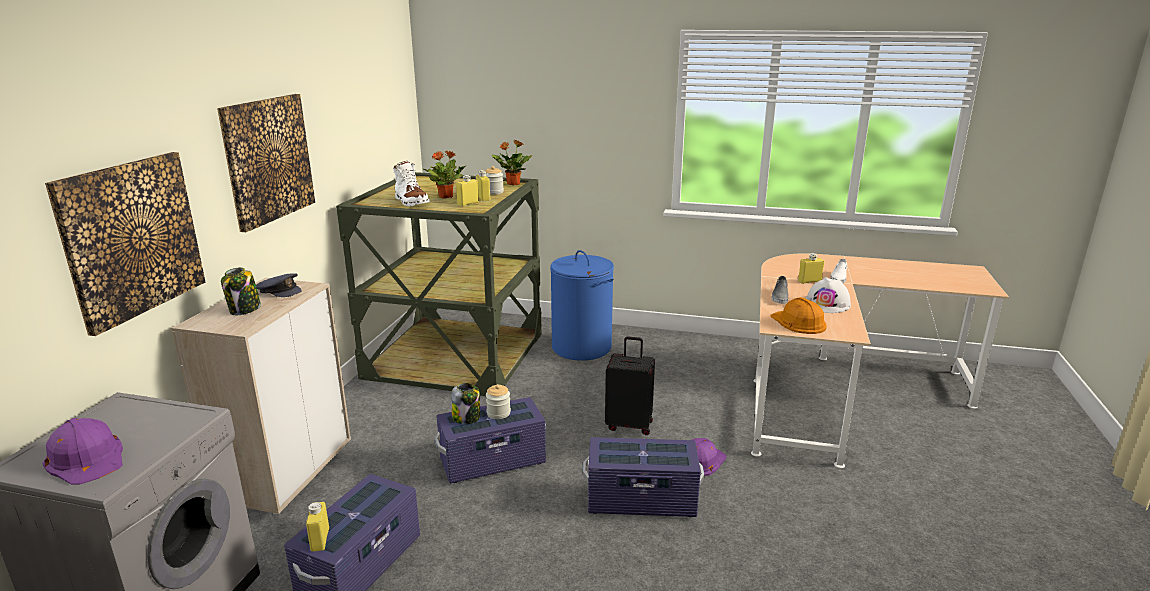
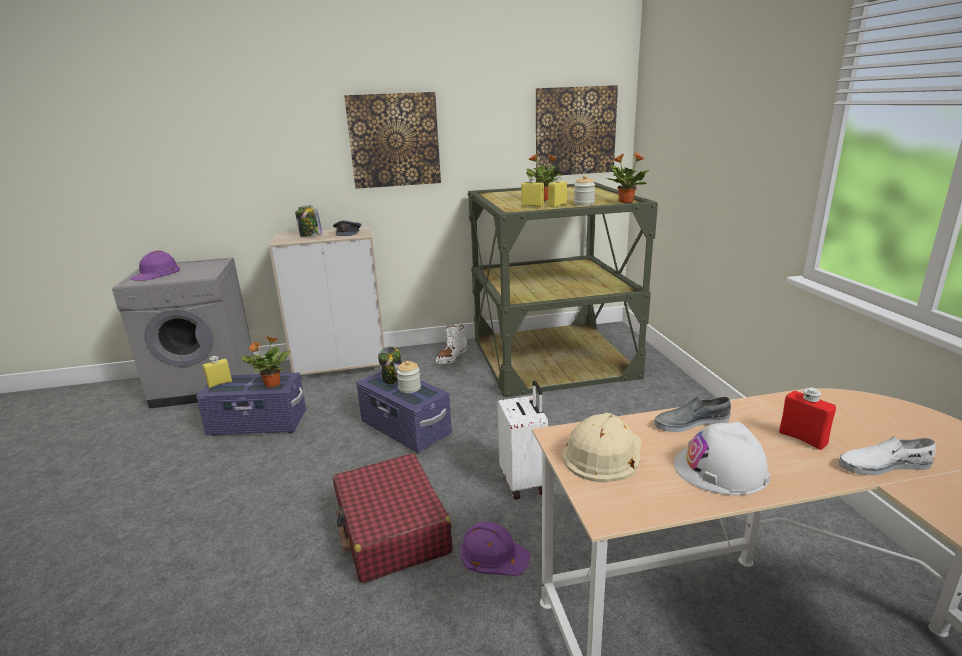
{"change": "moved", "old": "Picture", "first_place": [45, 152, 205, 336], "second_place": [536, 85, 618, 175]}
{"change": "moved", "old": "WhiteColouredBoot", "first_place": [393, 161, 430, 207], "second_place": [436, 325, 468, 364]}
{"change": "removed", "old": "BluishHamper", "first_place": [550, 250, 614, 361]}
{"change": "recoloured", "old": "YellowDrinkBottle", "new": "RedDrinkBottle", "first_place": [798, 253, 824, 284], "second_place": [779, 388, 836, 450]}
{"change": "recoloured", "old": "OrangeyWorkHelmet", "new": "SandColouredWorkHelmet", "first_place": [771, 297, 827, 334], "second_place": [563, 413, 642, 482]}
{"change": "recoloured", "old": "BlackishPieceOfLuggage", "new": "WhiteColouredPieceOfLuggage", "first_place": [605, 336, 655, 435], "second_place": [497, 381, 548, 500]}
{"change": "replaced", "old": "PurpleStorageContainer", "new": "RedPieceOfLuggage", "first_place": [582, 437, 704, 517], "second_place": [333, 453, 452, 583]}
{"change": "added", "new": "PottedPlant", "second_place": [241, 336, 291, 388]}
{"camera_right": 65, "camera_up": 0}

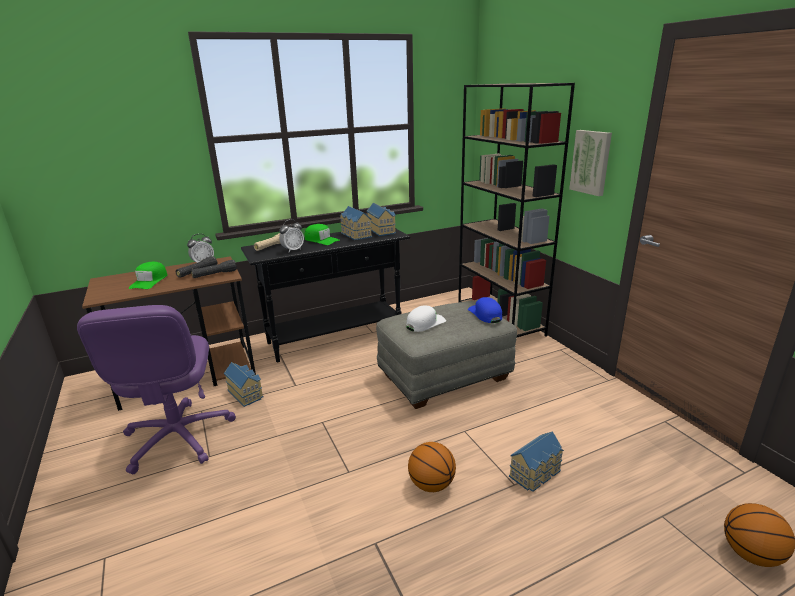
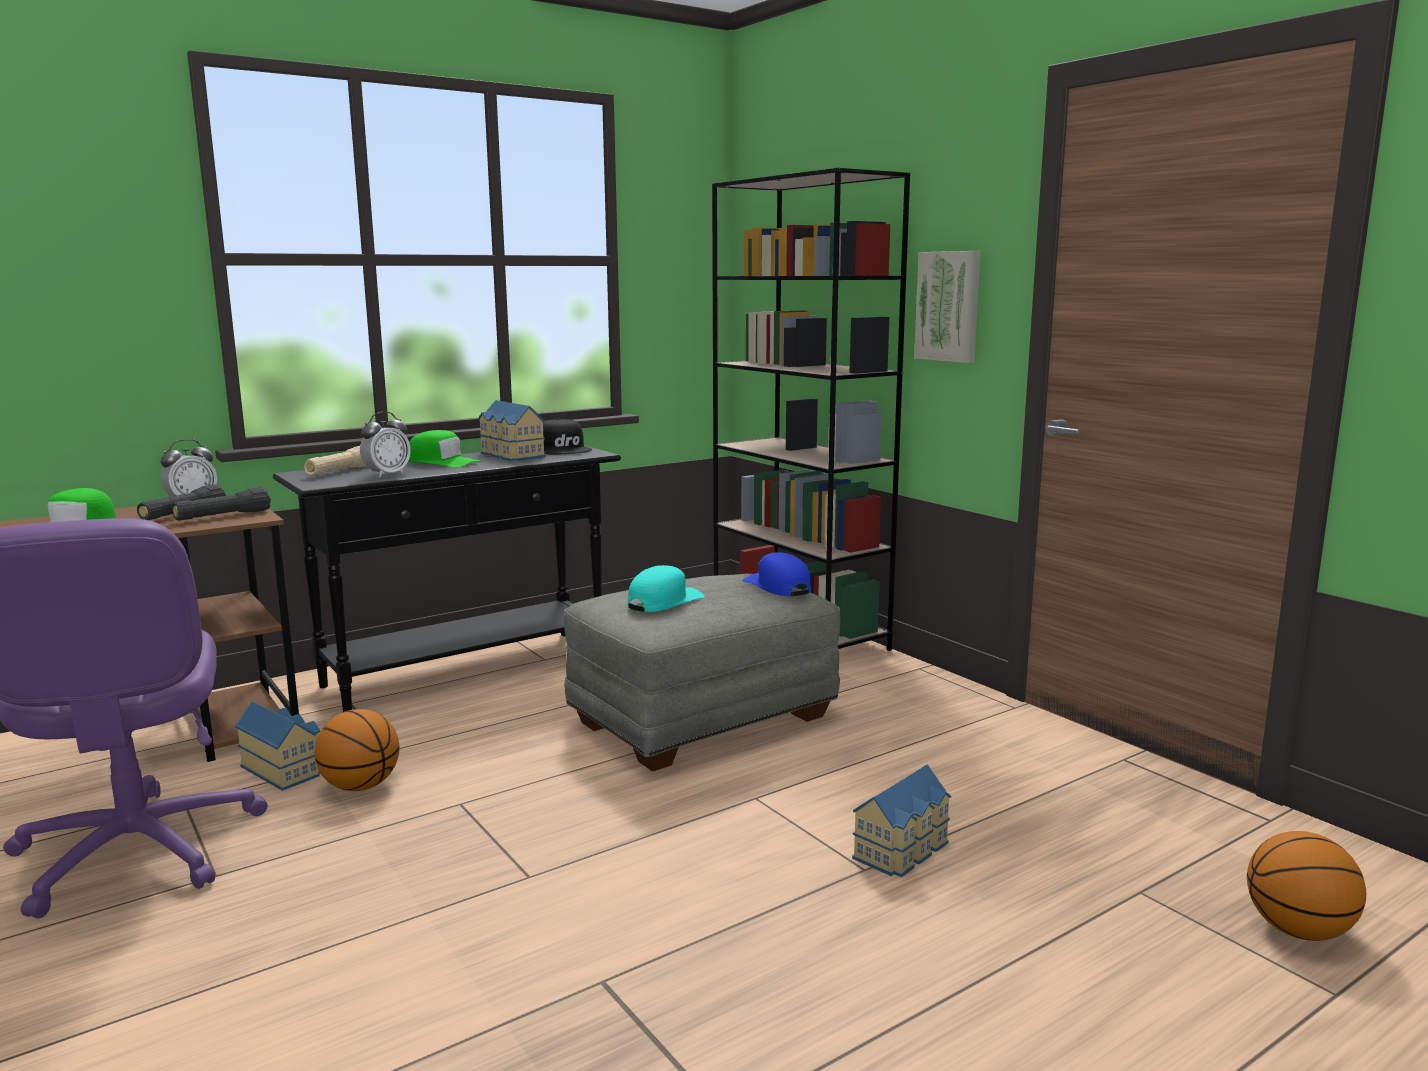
{"change": "replaced", "old": "ModelHouse", "new": "BlackishPeakedCap", "first_place": [367, 203, 396, 236], "second_place": [543, 419, 592, 455]}
{"change": "recoloured", "old": "WhiteColouredPeakedCap", "new": "TurquoiseColouredPeakedCap", "first_place": [406, 305, 446, 332], "second_place": [628, 565, 705, 612]}
{"change": "moved", "old": "BasketballBall", "first_place": [408, 442, 456, 492], "second_place": [315, 709, 400, 791]}
{"camera_right": -10, "camera_up": -10}

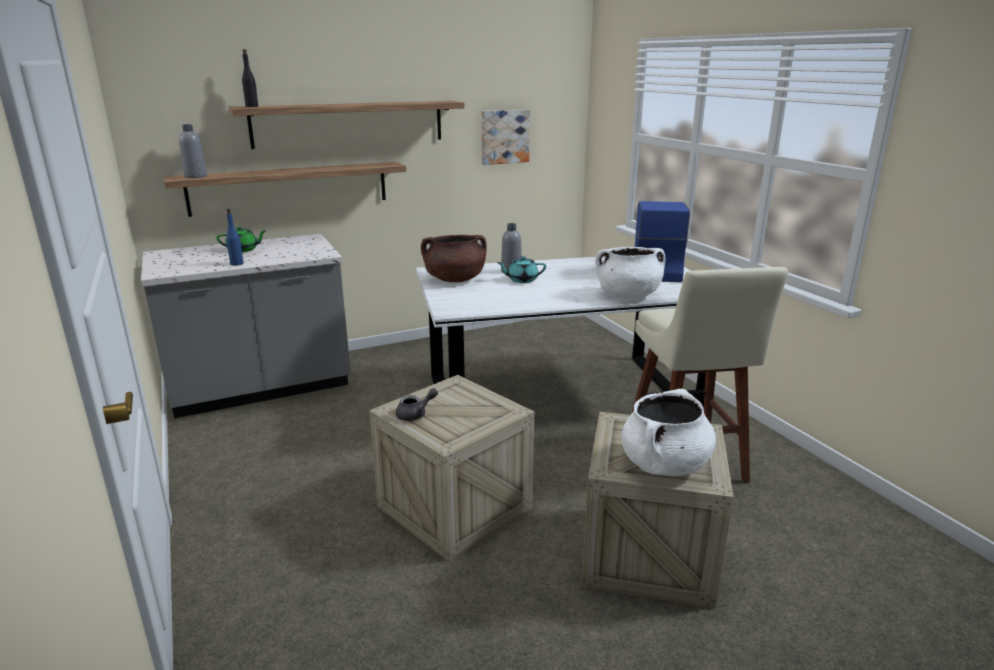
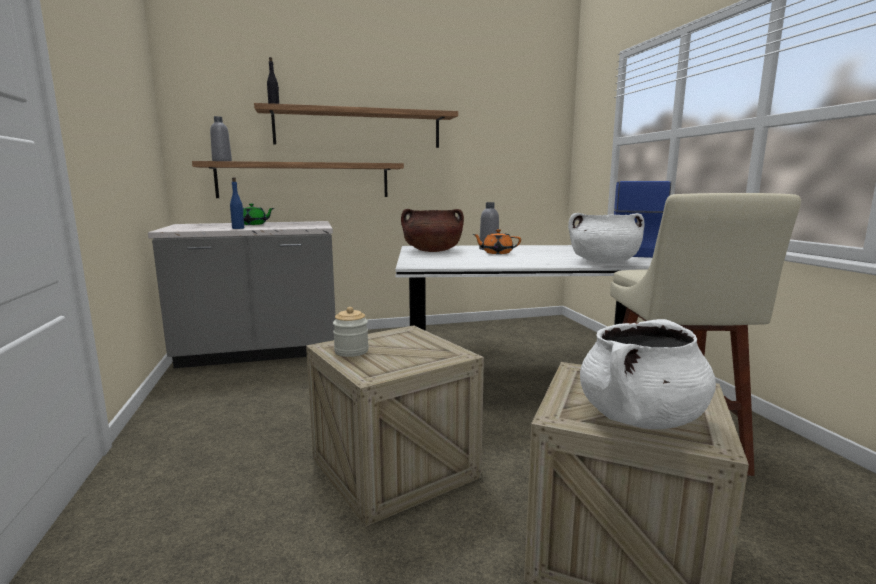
{"change": "removed", "old": "Picture", "first_place": [482, 109, 530, 165]}
{"change": "recoloured", "old": "TurquoiseColouredPotForTea", "new": "OrangeyPotForTea", "first_place": [497, 256, 546, 283], "second_place": [472, 229, 521, 254]}
{"change": "replaced", "old": "GreyishPotForTea", "new": "Jar", "first_place": [396, 388, 438, 421], "second_place": [333, 307, 369, 357]}
{"camera_right": 10, "camera_up": -10}

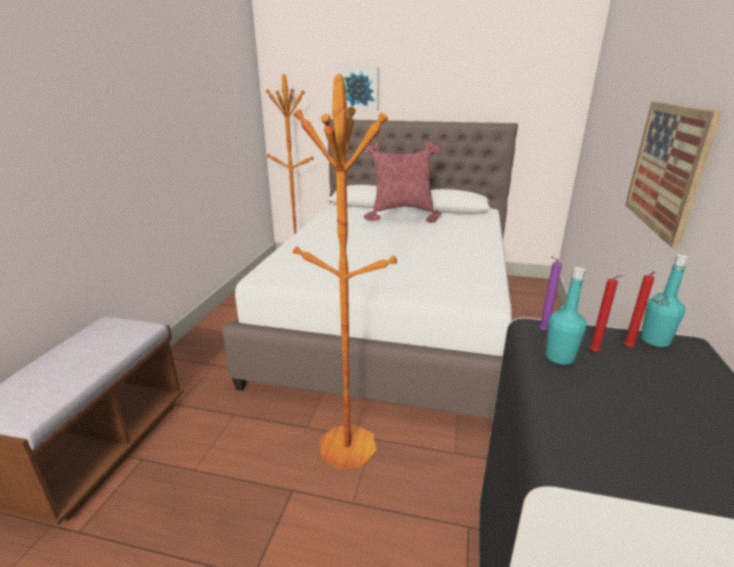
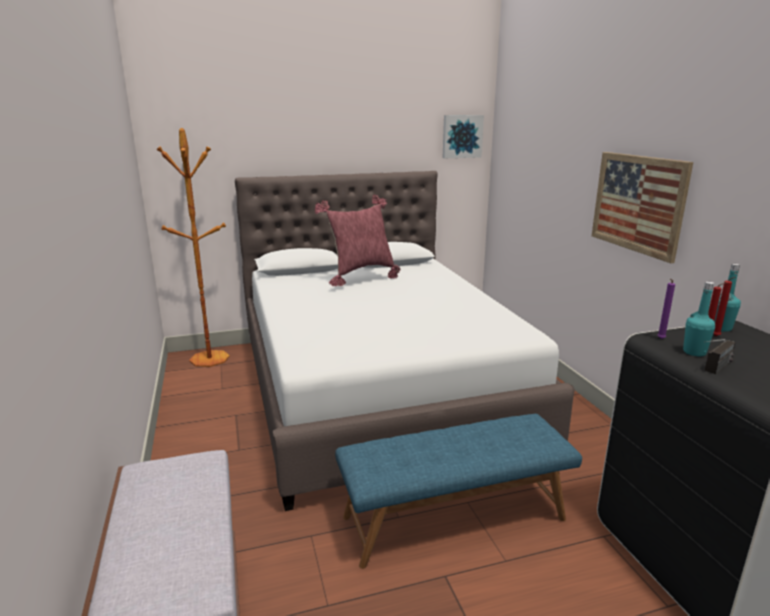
{"change": "moved", "old": "Picture", "first_place": [339, 67, 379, 111], "second_place": [443, 115, 484, 158]}
{"change": "replaced", "old": "OrangeyClothesRack", "new": "BluishBench", "first_place": [293, 74, 397, 470], "second_place": [335, 414, 582, 569]}
{"change": "added", "new": "RadioReceiver", "second_place": [704, 339, 736, 374]}
{"camera_right": -30, "camera_up": -5}

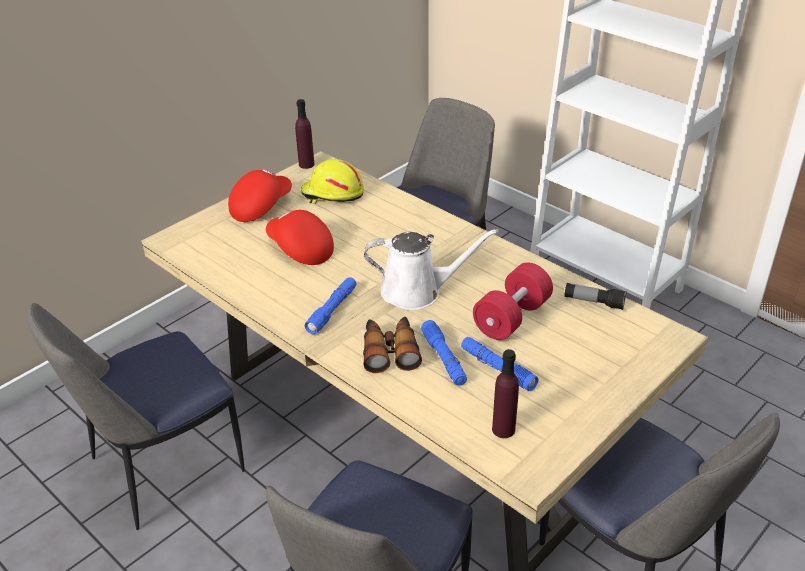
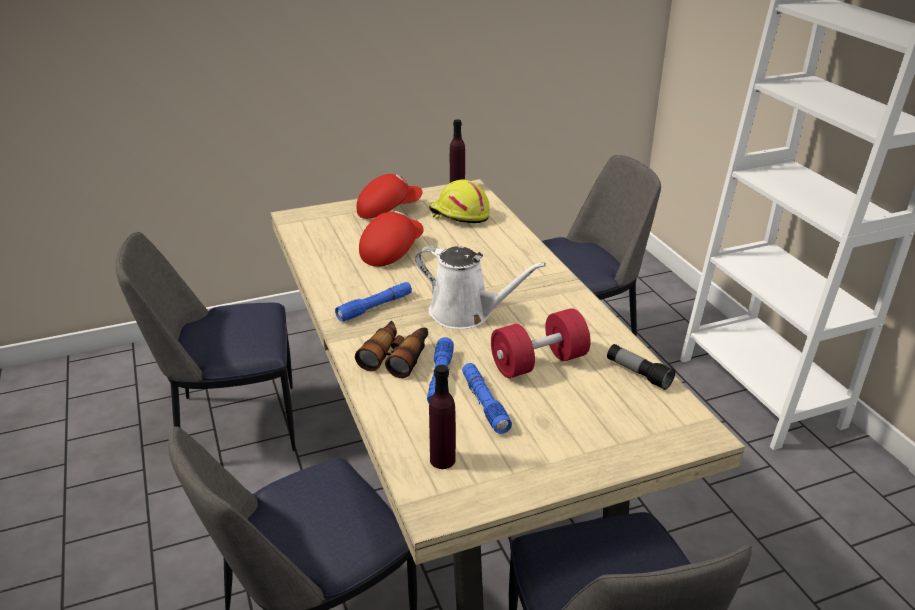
{"change": "turned", "old": "RedPeakedCap", "first_place": [266, 210, 334, 265], "second_place": [359, 211, 424, 267], "degrees": 60}
{"camera_right": 25, "camera_up": -5}

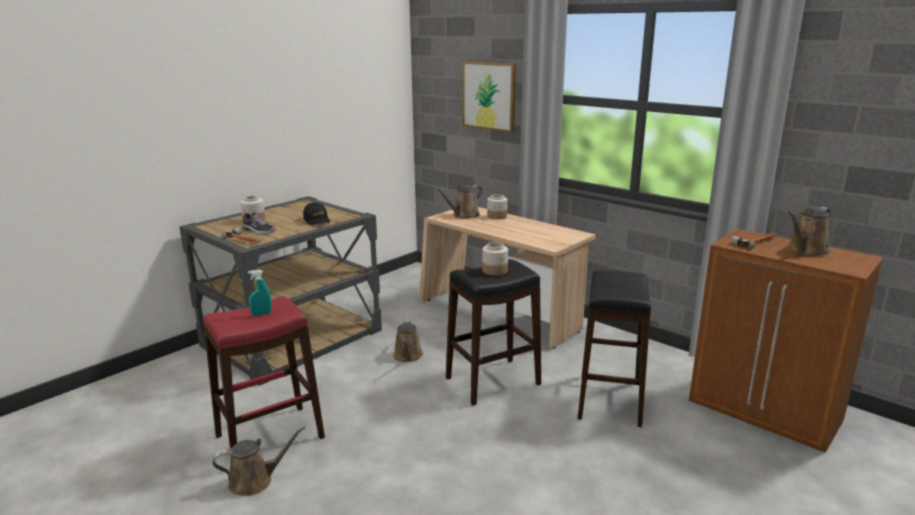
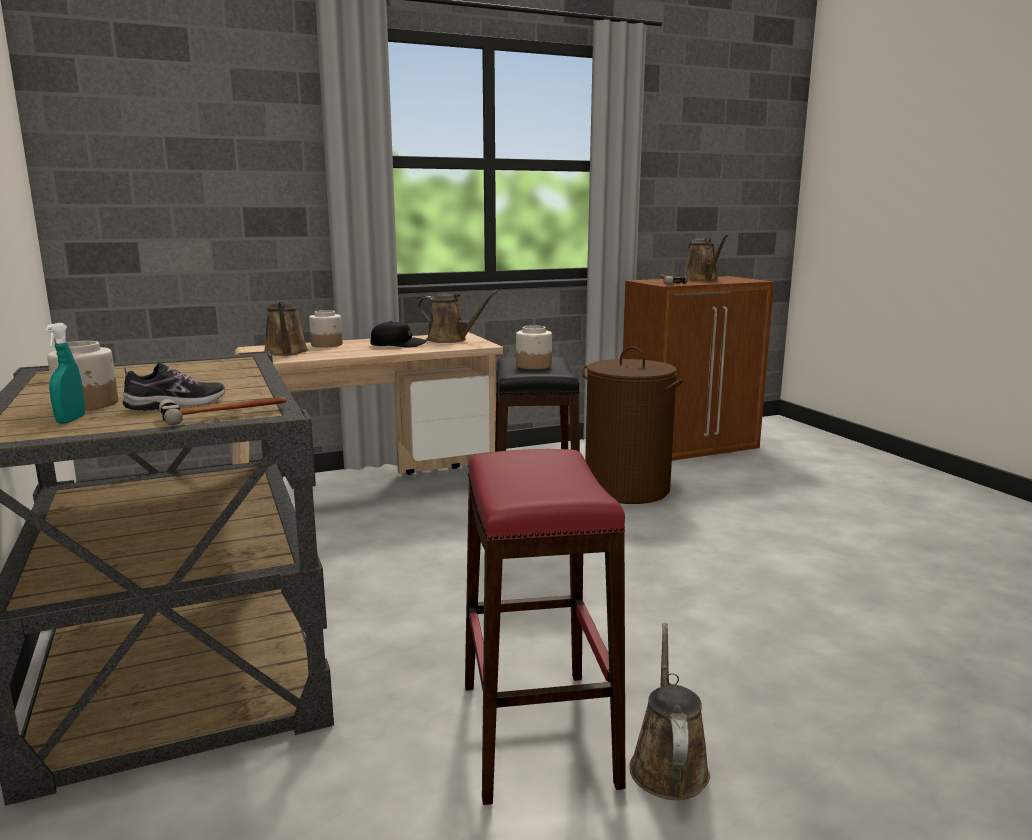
{"change": "removed", "old": "Picture", "first_place": [462, 61, 516, 132]}
{"change": "moved", "old": "BlackishPeakedCap", "first_place": [303, 202, 330, 225], "second_place": [370, 321, 427, 347]}
{"change": "moved", "old": "TurquoiseColouredHandSprayer", "first_place": [248, 270, 271, 316], "second_place": [45, 323, 85, 423]}
{"change": "replaced", "old": "BlackishSittingStool", "new": "BrownColouredHamper", "first_place": [578, 270, 651, 427], "second_place": [581, 346, 683, 504]}
{"change": "moved", "old": "BrownColouredWateringCan", "first_place": [393, 319, 423, 362], "second_place": [417, 290, 498, 343]}
{"camera_right": -65, "camera_up": -5}

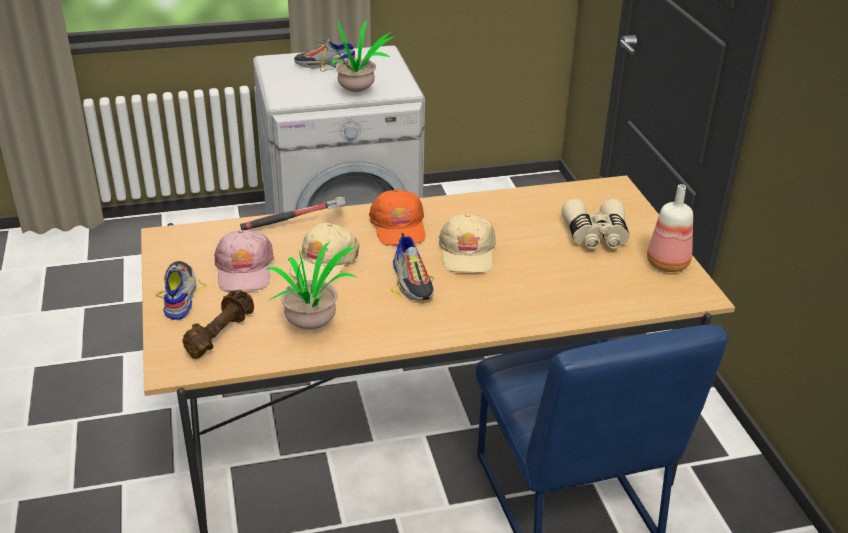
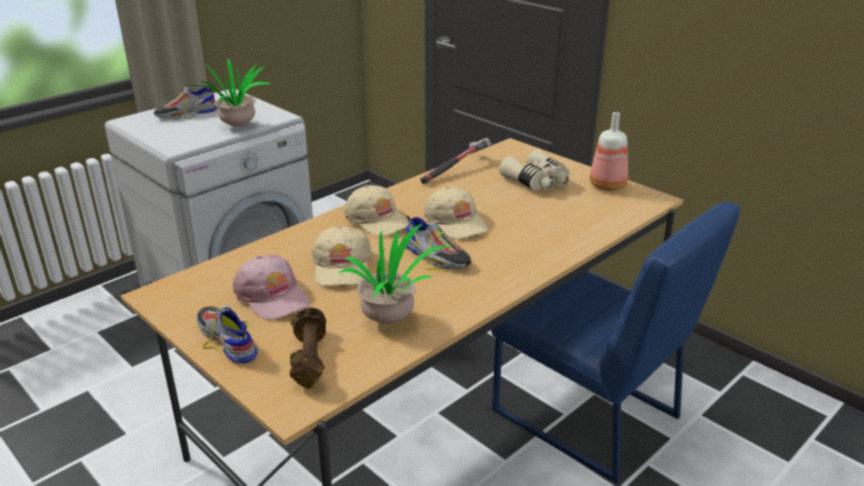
{"change": "recoloured", "old": "OrangeyPeakedCap", "new": "SandColouredPeakedCap", "first_place": [369, 189, 425, 246], "second_place": [344, 185, 409, 237]}
{"change": "moved", "old": "ToolHammer", "first_place": [240, 197, 347, 230], "second_place": [420, 138, 491, 184]}
{"camera_right": -30, "camera_up": -5}

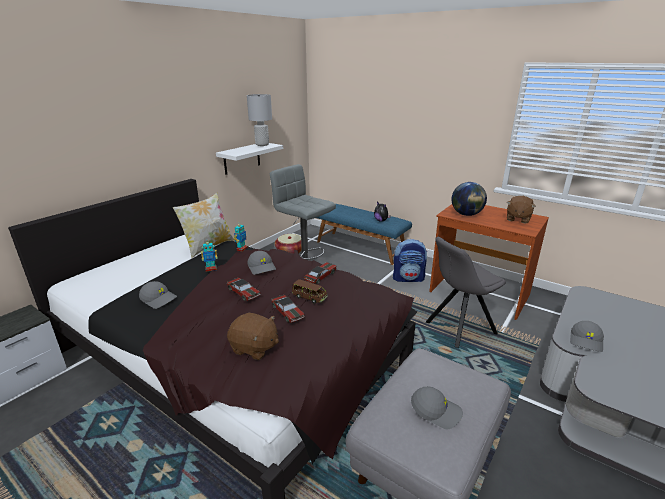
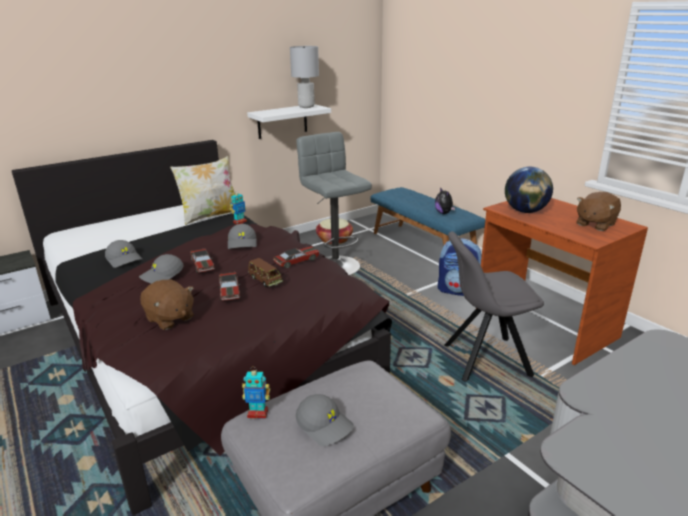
{"change": "moved", "old": "ToyRobot", "first_place": [201, 239, 218, 272], "second_place": [242, 367, 270, 419]}
{"change": "moved", "old": "GreyishPeakedCap", "first_place": [570, 321, 604, 352], "second_place": [139, 254, 184, 284]}
{"camera_right": 20, "camera_up": 0}

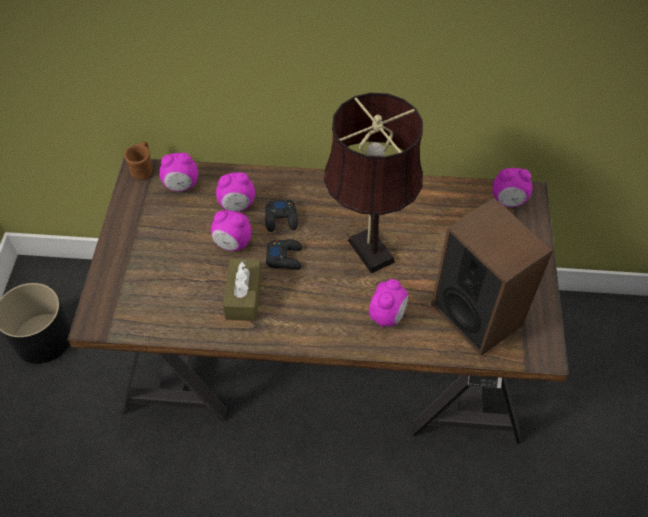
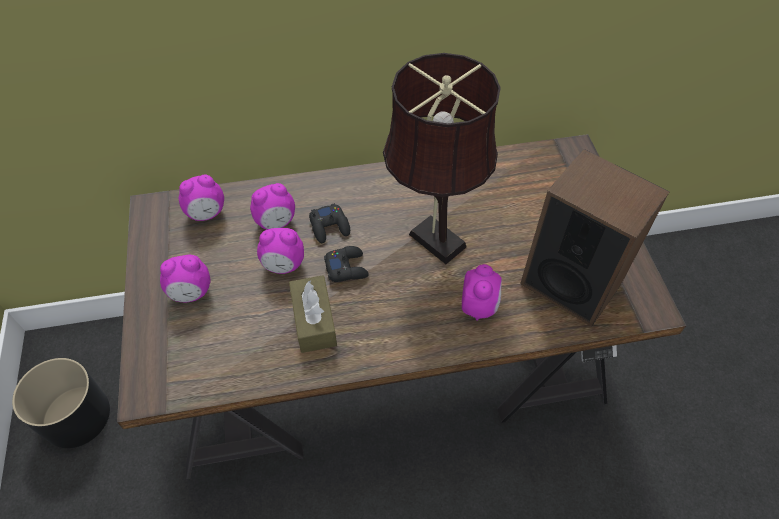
{"change": "removed", "old": "BrownColouredCoffeeMug", "first_place": [124, 141, 153, 179]}
{"change": "moved", "old": "AlarmClock", "first_place": [493, 168, 532, 207], "second_place": [160, 255, 210, 302]}
{"camera_right": -15, "camera_up": 0}

